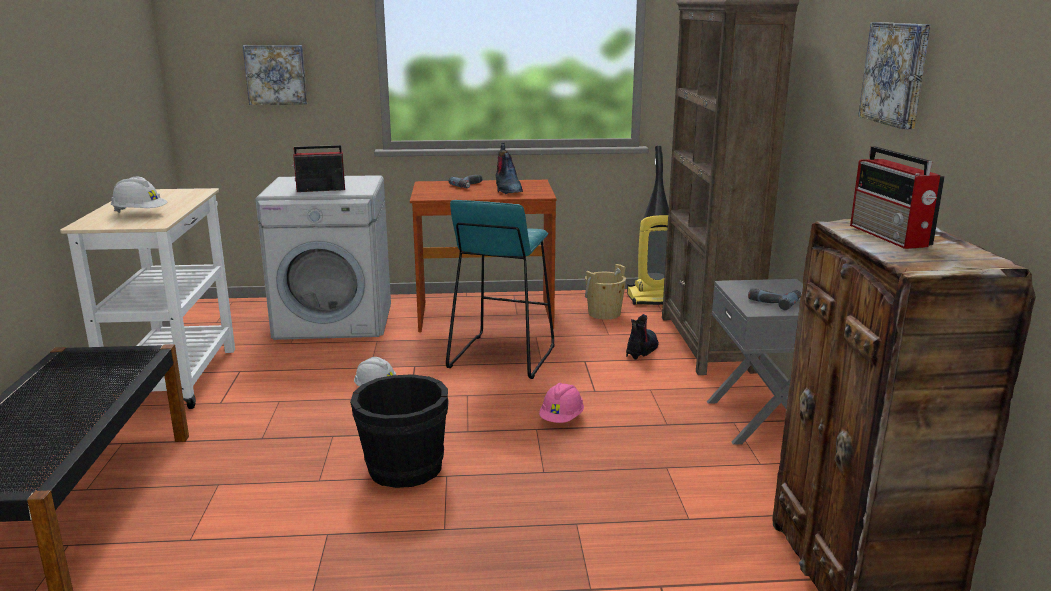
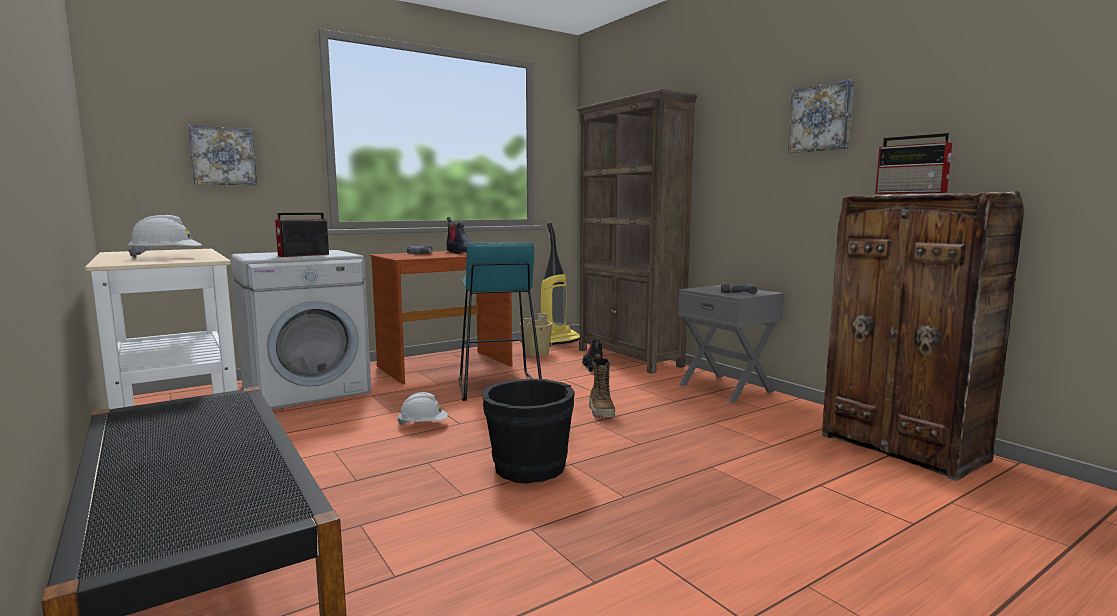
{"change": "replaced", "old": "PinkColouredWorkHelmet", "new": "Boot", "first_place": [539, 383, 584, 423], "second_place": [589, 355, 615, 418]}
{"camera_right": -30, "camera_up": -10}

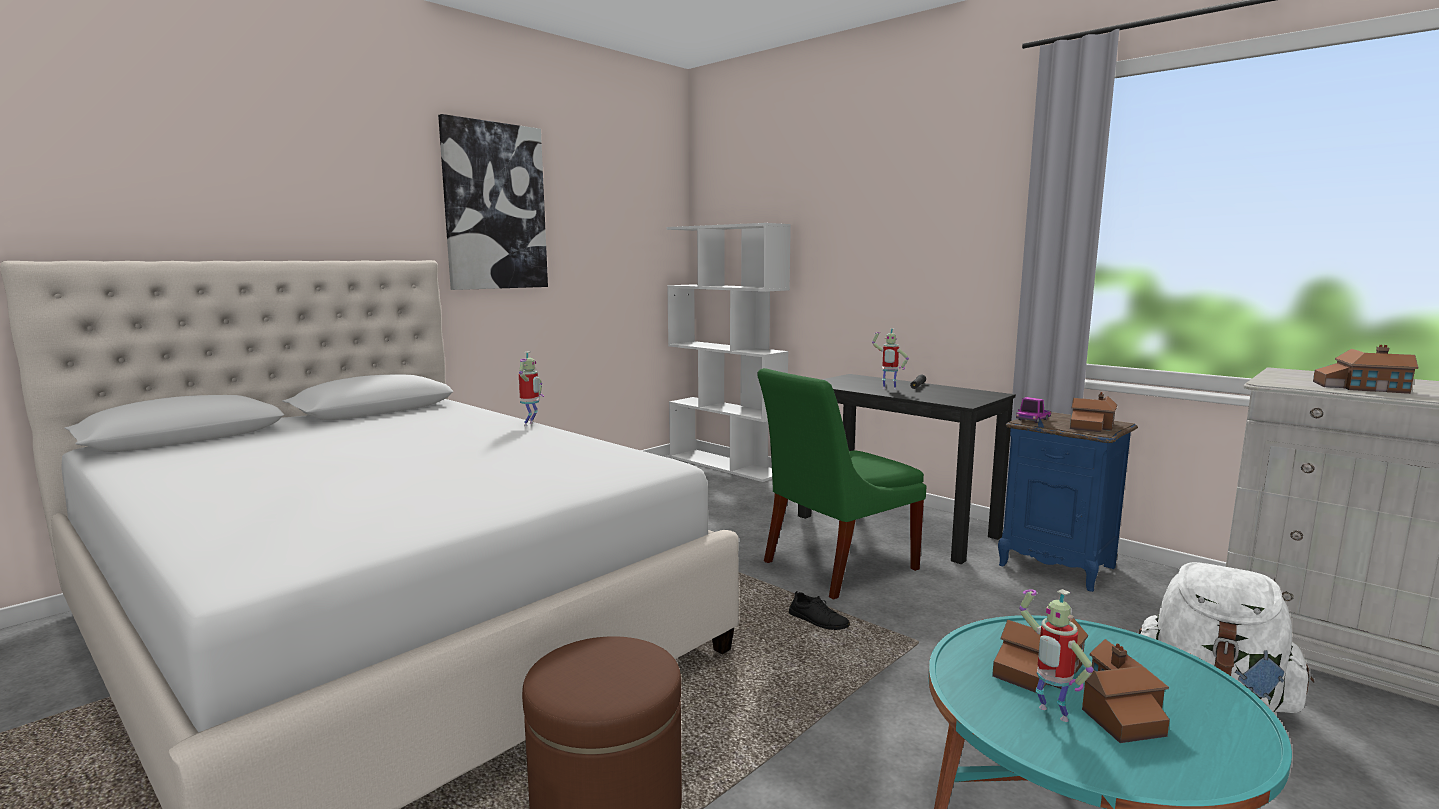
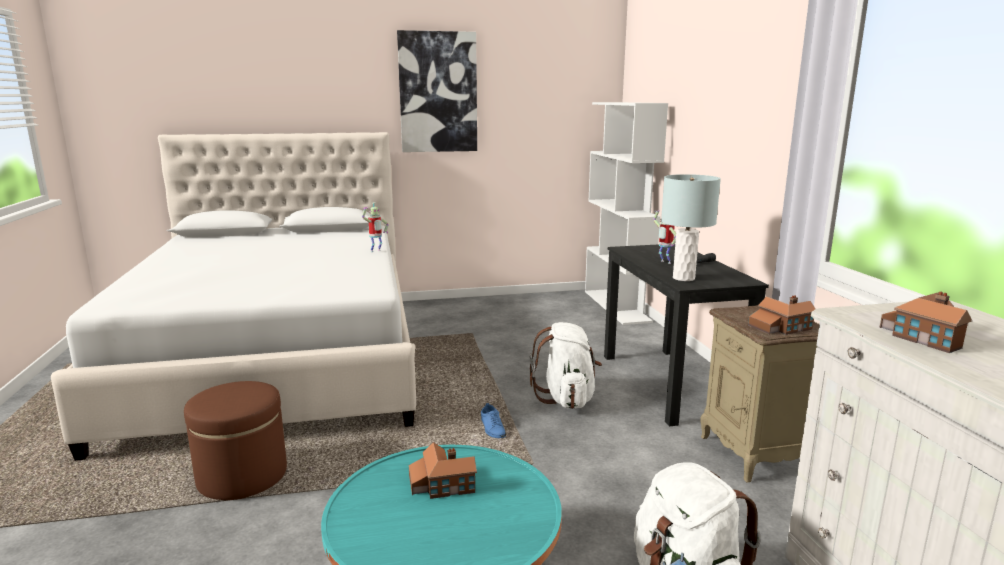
{"change": "replaced", "old": "GreenPlainChair", "new": "WhiteColouredRucksack", "first_place": [757, 368, 926, 599], "second_place": [530, 322, 602, 409]}
{"change": "removed", "old": "ModelTruck", "first_place": [1016, 397, 1051, 423]}
{"change": "recoloured", "old": "BluishBedsideTable", "new": "SandColouredBedsideTable", "first_place": [998, 412, 1138, 592], "second_place": [700, 305, 819, 482]}
{"change": "removed", "old": "ToyRobot", "first_place": [1019, 589, 1094, 722]}
{"change": "recoloured", "old": "BlackishShoe", "new": "BluishShoe", "first_place": [789, 591, 850, 630], "second_place": [481, 403, 506, 438]}
{"change": "removed", "old": "ModelHouse", "first_place": [1082, 639, 1170, 743]}
{"change": "added", "new": "GreyishTabletopLamp", "second_place": [661, 174, 721, 281]}
{"camera_right": 35, "camera_up": 5}

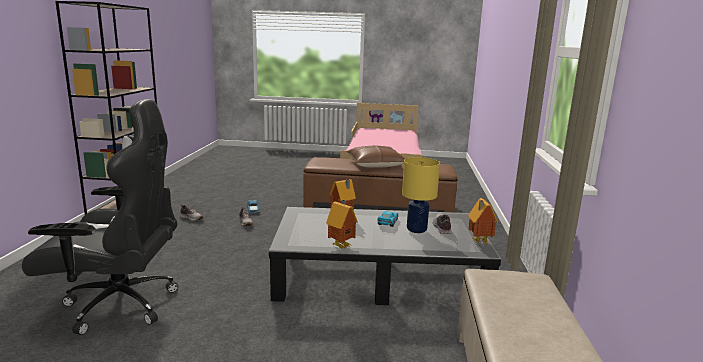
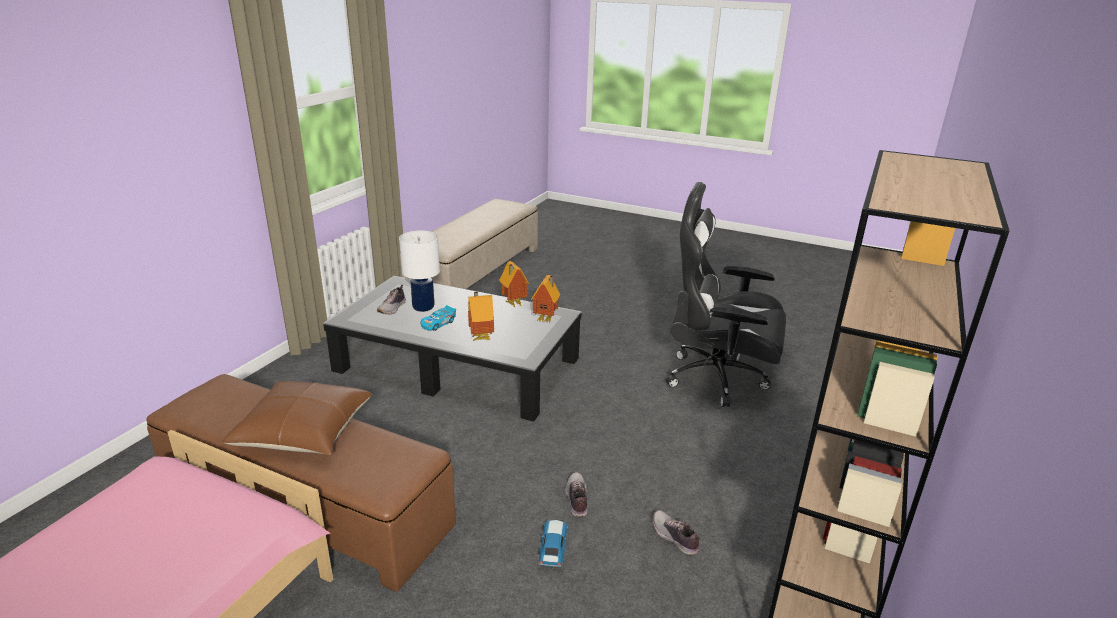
{"change": "recoloured", "old": "YellowTabletopLamp", "new": "WhiteColouredTabletopLamp", "first_place": [402, 157, 440, 233], "second_place": [399, 231, 440, 312]}
{"change": "moved", "old": "ModelHouse", "first_place": [468, 198, 498, 245], "second_place": [531, 275, 560, 322]}
{"camera_right": -160, "camera_up": 10}

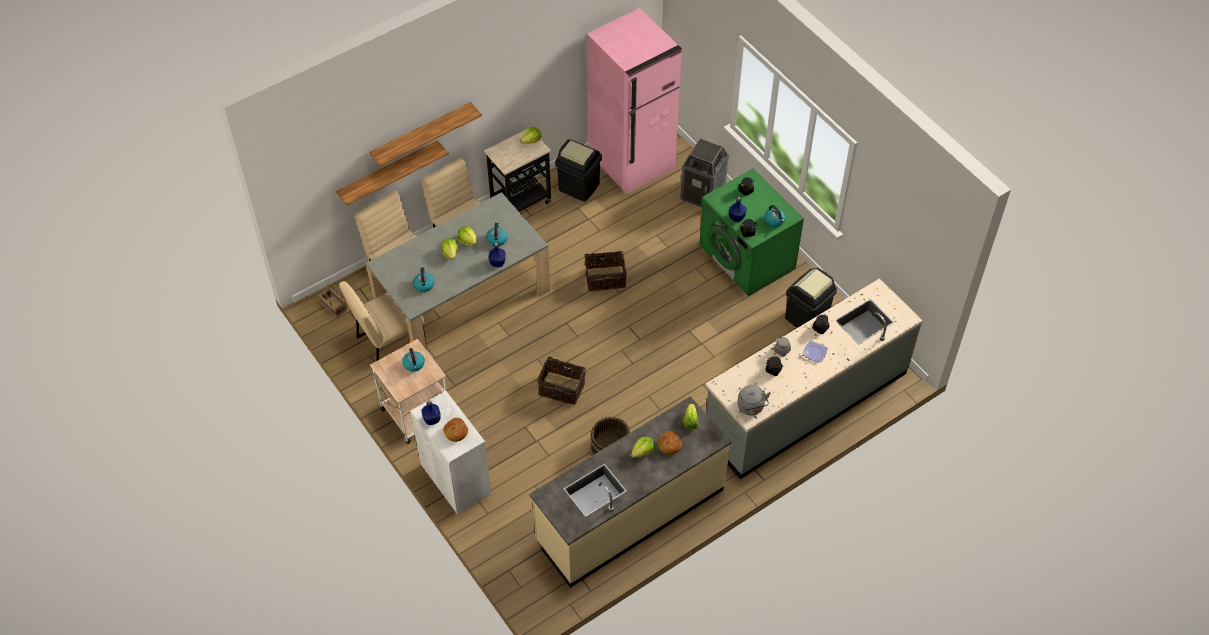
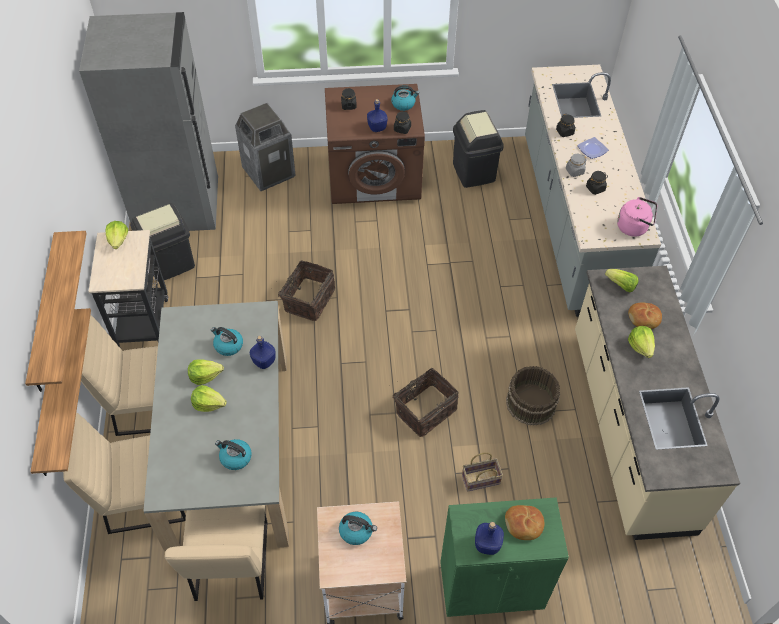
{"change": "recoloured", "old": "PinkColouredKitchenFridge", "new": "GreyishKitchenFridge", "first_place": [587, 8, 682, 194], "second_place": [79, 12, 218, 231]}
{"change": "recoloured", "old": "GreenLaundryMachine", "new": "BrownColouredLaundryMachine", "first_place": [699, 169, 804, 296], "second_place": [325, 84, 425, 204]}
{"change": "moved", "old": "Basket", "first_place": [319, 284, 347, 317], "second_place": [462, 452, 503, 492]}
{"change": "recoloured", "old": "GreyishWaterKettle", "new": "PinkColouredWaterKettle", "first_place": [737, 385, 770, 415], "second_place": [617, 197, 657, 237]}
{"change": "recoloured", "old": "WhiteColouredCupboard", "new": "GreenCupboard", "first_place": [411, 391, 491, 514], "second_place": [440, 497, 569, 617]}
{"camera_right": -60, "camera_up": 0}

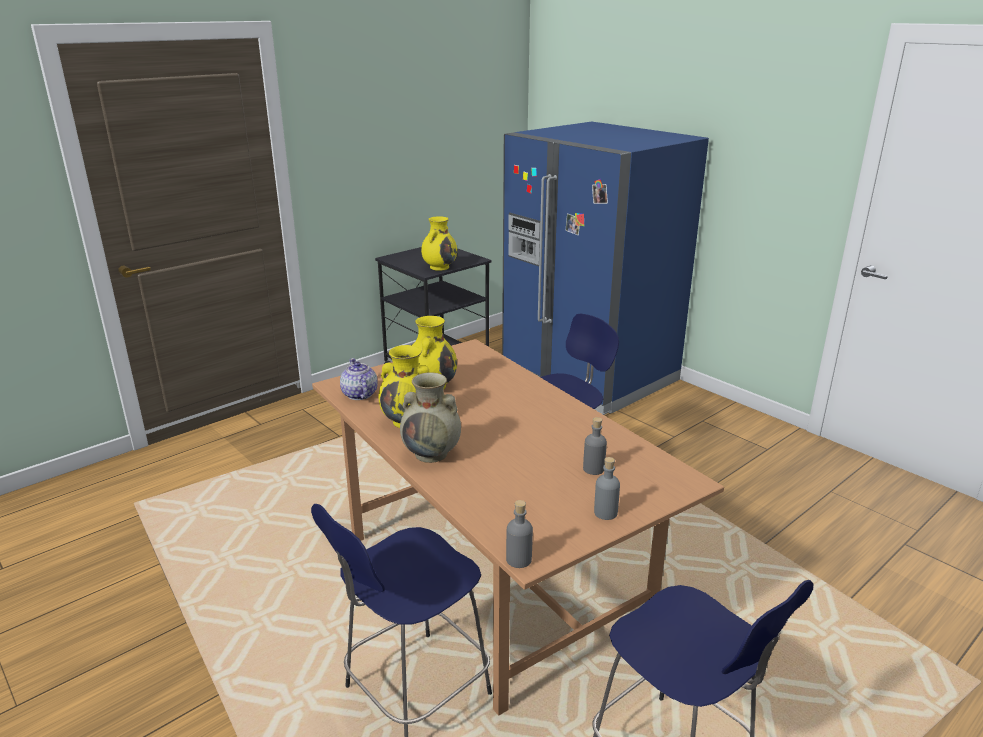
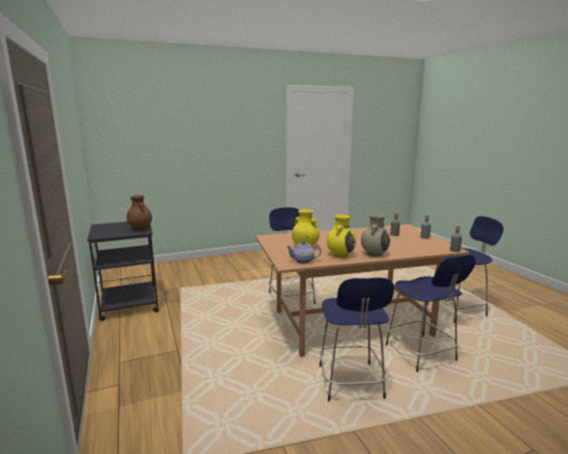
{"change": "removed", "old": "BluishKitchenFridge", "first_place": [502, 122, 709, 415]}
{"change": "recoloured", "old": "YellowVase", "new": "BrownColouredVase", "first_place": [421, 216, 457, 271], "second_place": [127, 195, 152, 231]}
{"change": "added", "new": "BluishSittingStool", "second_place": [319, 278, 394, 401]}
{"camera_right": -70, "camera_up": -10}

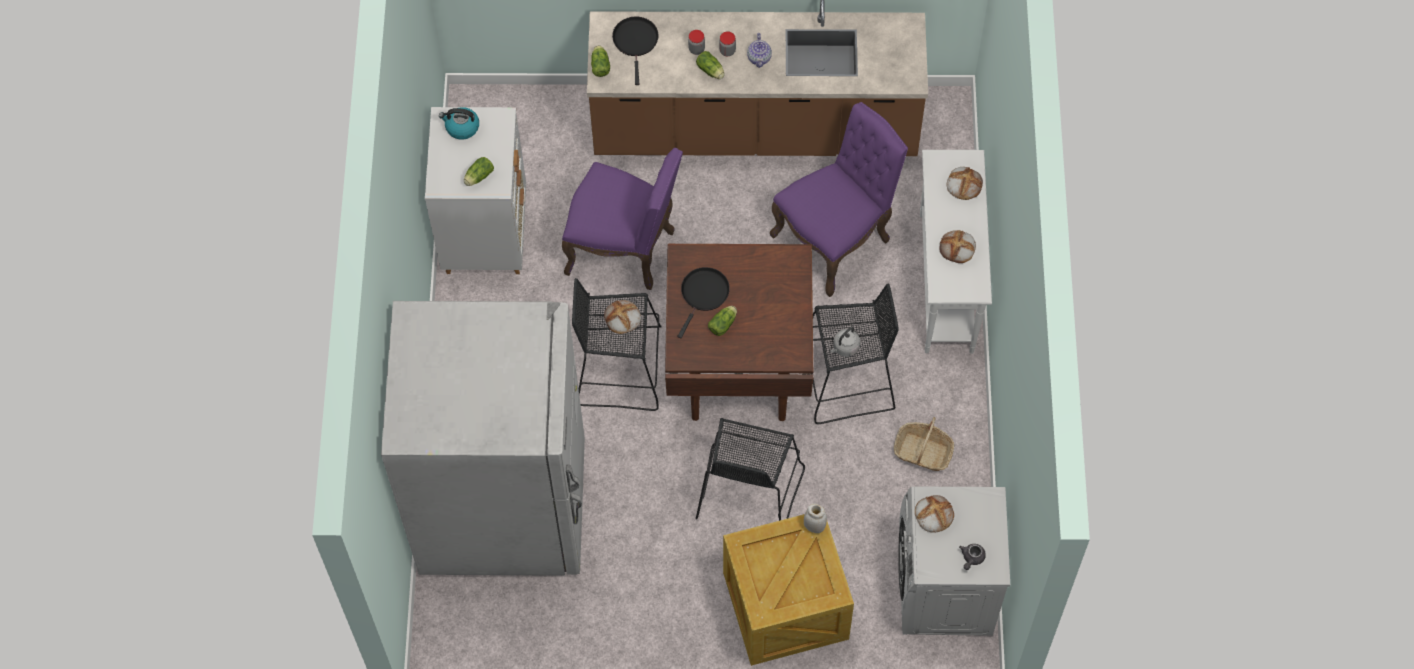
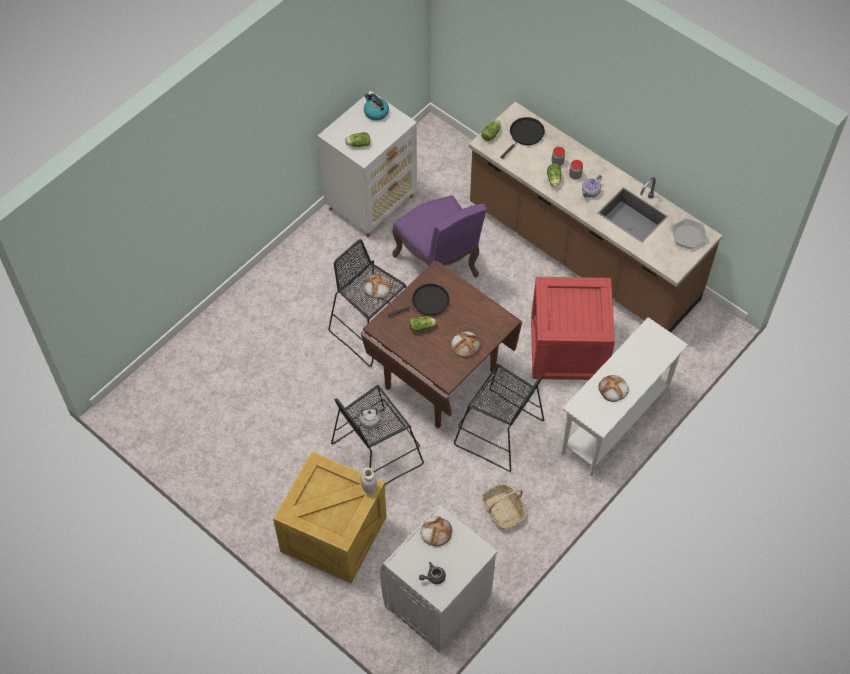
{"change": "replaced", "old": "PurplePlainChair", "new": "ShippingCrate", "first_place": [770, 102, 908, 297], "second_place": [531, 277, 615, 380]}
{"change": "moved", "old": "Bread", "first_place": [946, 167, 983, 200], "second_place": [451, 332, 481, 358]}
{"change": "removed", "old": "WhiteColouredKitchenFridge", "first_place": [381, 301, 585, 576]}
{"change": "moved", "old": "GreyishWaterKettle", "first_place": [830, 326, 860, 357], "second_place": [353, 407, 381, 429]}
{"change": "added", "new": "Skillet", "second_place": [670, 218, 709, 249]}
{"camera_right": 40, "camera_up": -5}

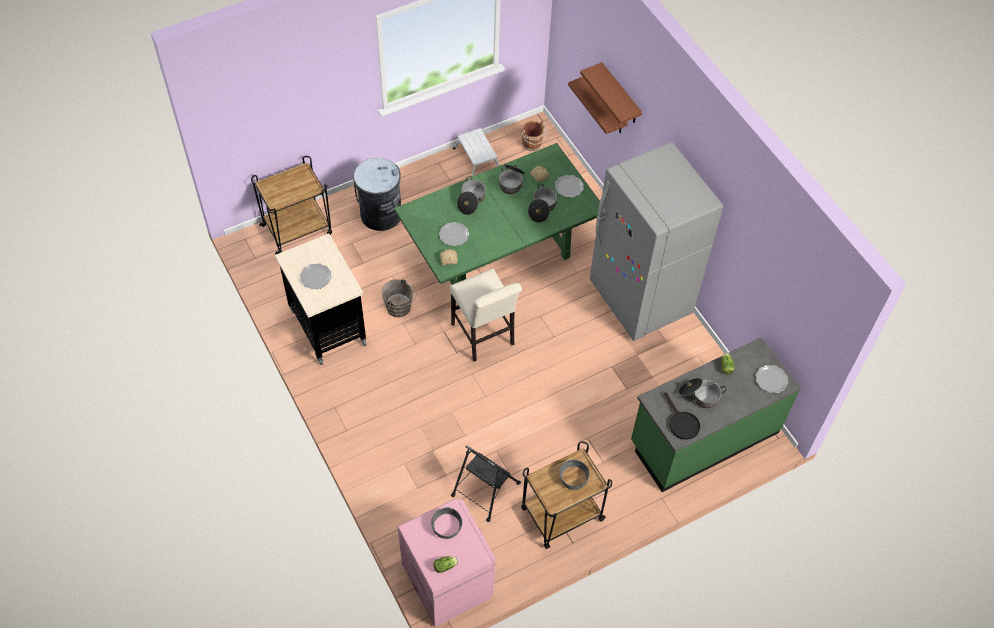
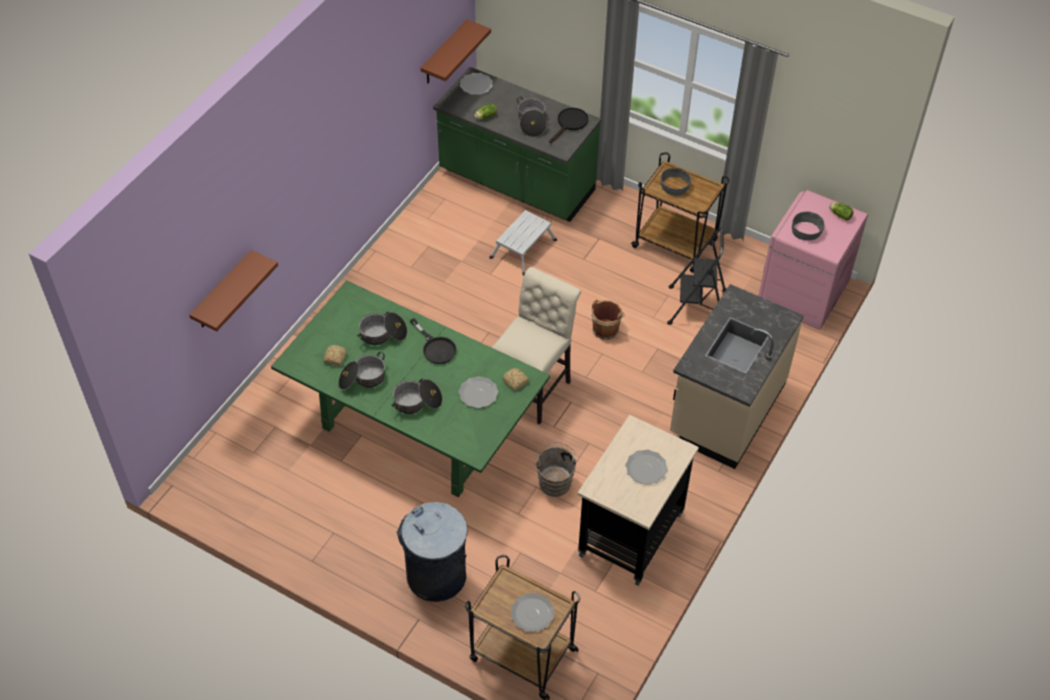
{"change": "moved", "old": "BrownColouredBracketShelf", "first_place": [580, 62, 642, 124], "second_place": [421, 20, 491, 83]}
{"change": "moved", "old": "BrownColouredPail", "first_place": [521, 121, 546, 151], "second_place": [591, 300, 625, 340]}
{"change": "moved", "old": "WhiteColouredStepladder", "first_place": [452, 128, 500, 177], "second_place": [489, 210, 557, 276]}
{"change": "removed", "old": "GreyishKitchenFridge", "first_place": [590, 142, 723, 341]}
{"change": "moved", "old": "Plate", "first_place": [555, 175, 584, 198], "second_place": [511, 593, 554, 632]}
{"change": "added", "new": "SandColouredKitchenCounter", "second_place": [670, 284, 804, 469]}
{"change": "added", "new": "BlackishSkillet", "second_place": [410, 318, 457, 364]}
{"camera_right": -120, "camera_up": -5}

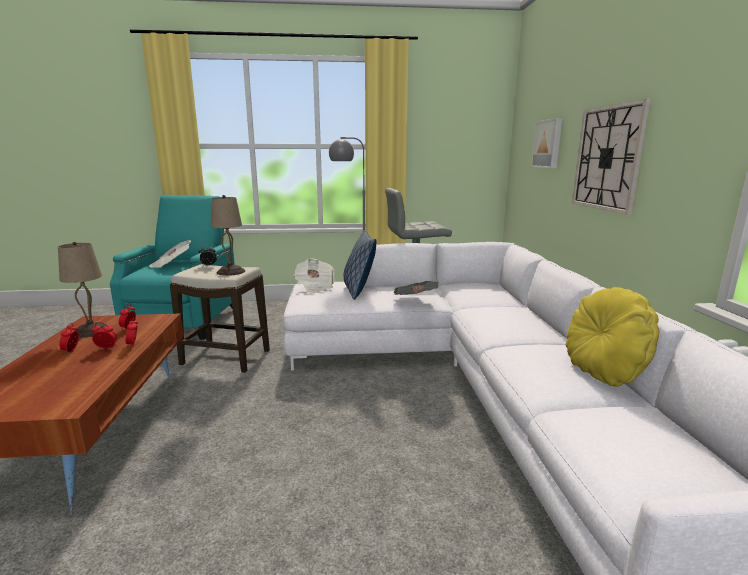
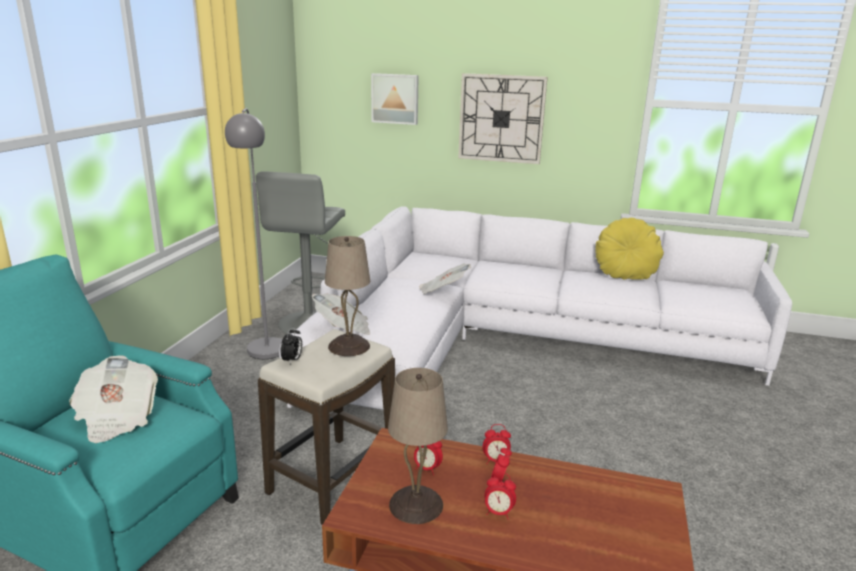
{"change": "removed", "old": "ThrowPillow", "first_place": [344, 230, 377, 300]}
{"camera_right": -70, "camera_up": 5}

